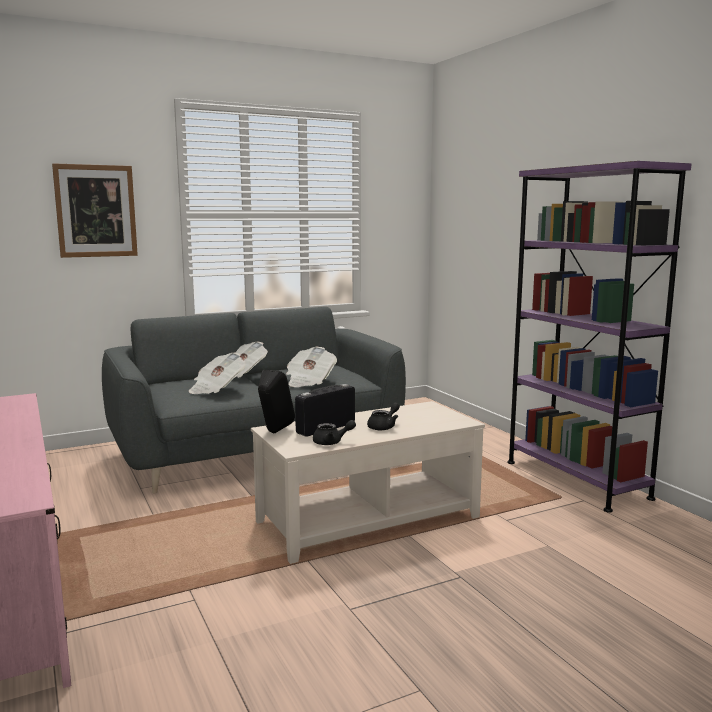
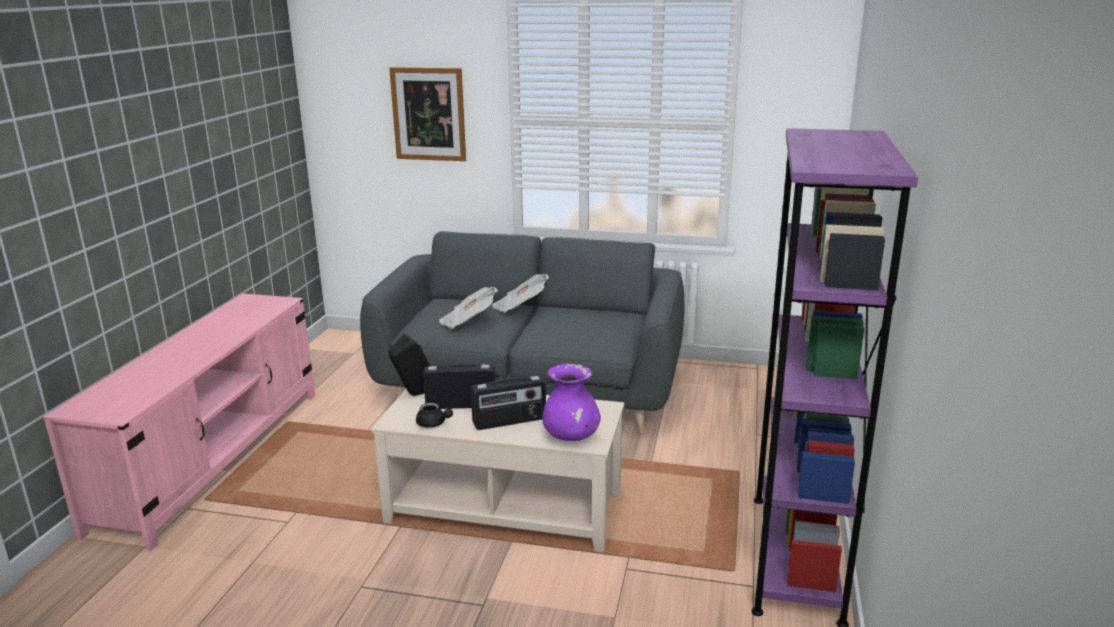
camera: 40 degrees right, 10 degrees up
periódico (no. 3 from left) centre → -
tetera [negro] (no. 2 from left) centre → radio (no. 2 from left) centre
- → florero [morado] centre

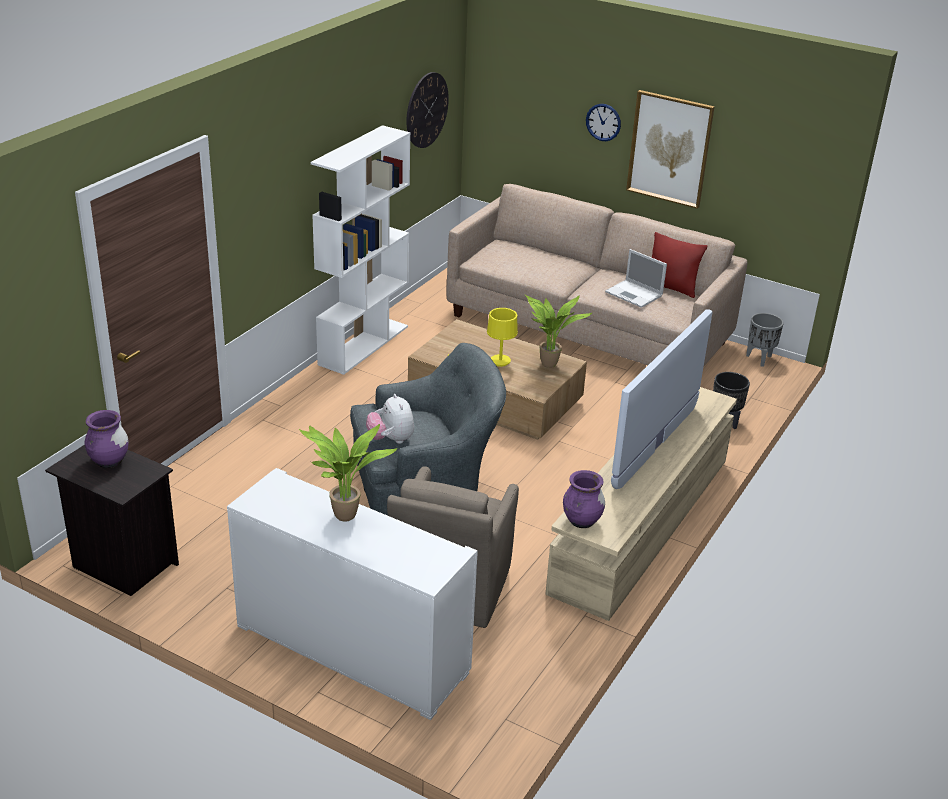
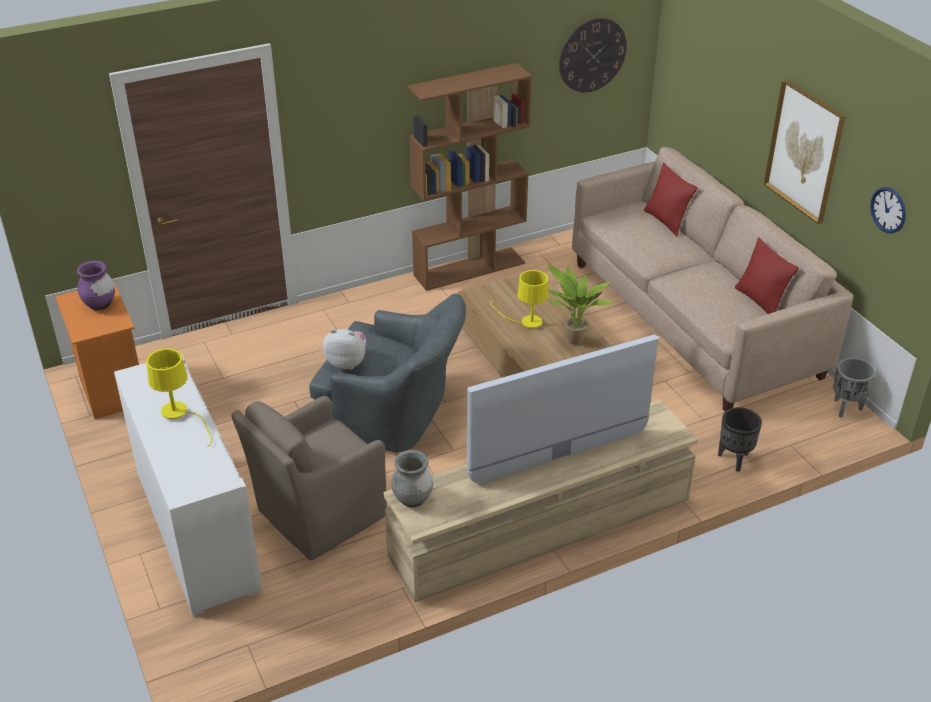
camera: 35 degrees right, 5 degrees up
mesita de noche [negro] middle left → mesita de noche [naranja] middle left
planta en maceta (no. 1 from left) centre → lámpara de mesa [amarillo] (no. 1 from left) middle left
estantería [blanco] top centre → estantería [marrón] top centre
peluche centre, 90 degrees clockwise
florero [morado] (no. 2 from left) centre → florero [gris] bottom centre
reloj de pared (no. 2 from left) top centre → reloj de pared (no. 2 from left) top right, relocated
portátil middle right → -
- → cojín [rojo] (no. 1 from left) top right

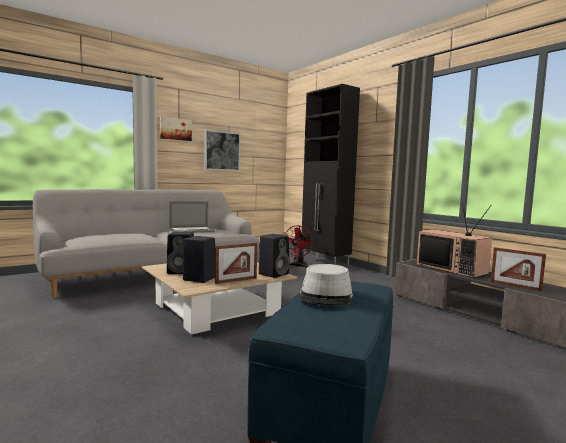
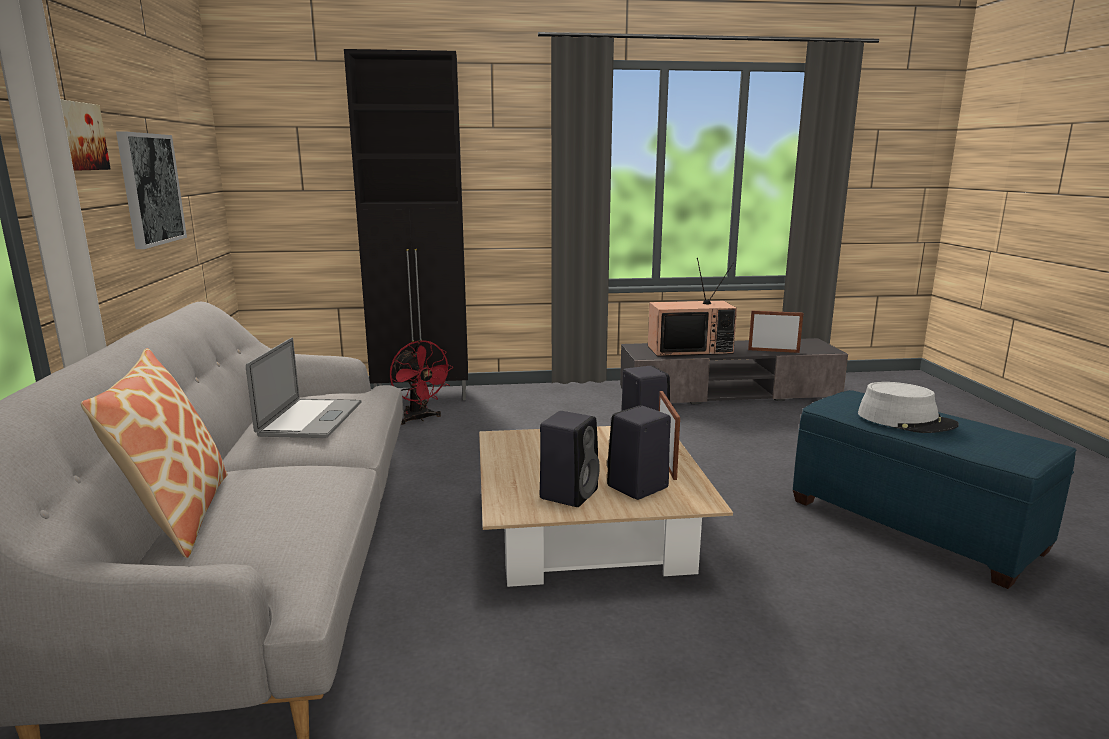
camera: 60 degrees left, 10 degrees up
portarretratos (no. 2 from left) middle right, 150 degrees counterclockwise
- → cojín middle left

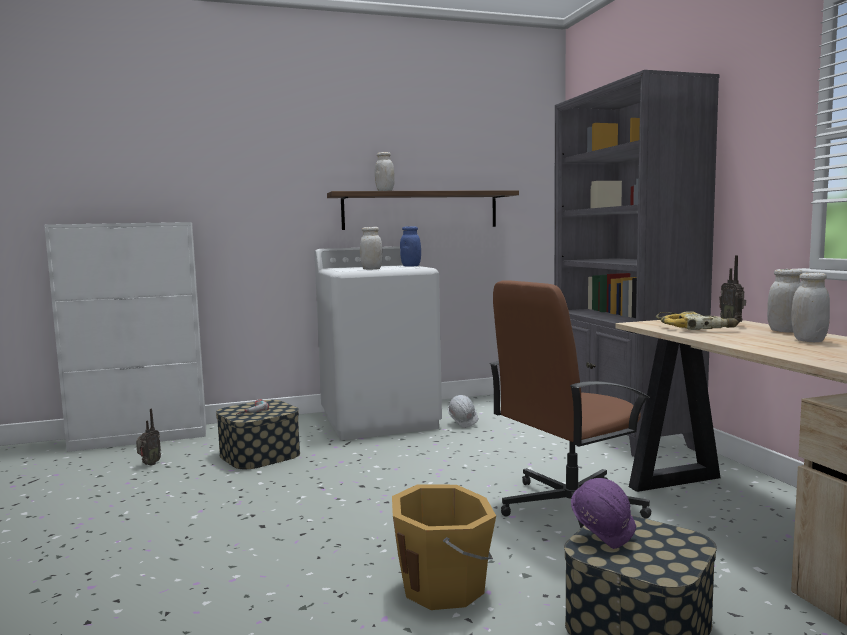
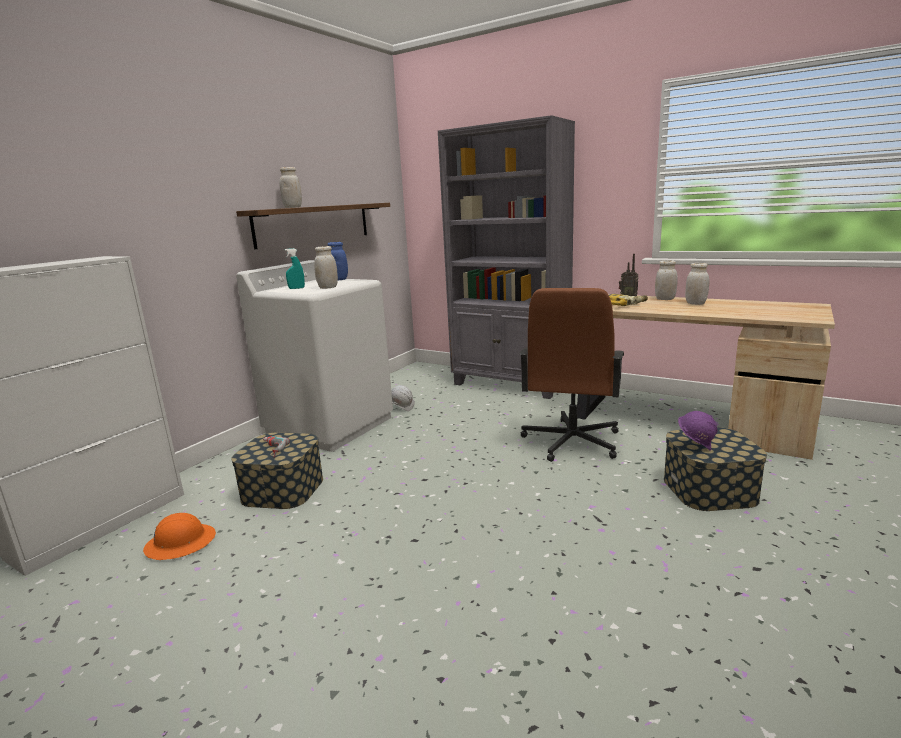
camera: 40 degrees left, 10 degrees up
radio (no. 1 from left) bottom left → casco [naranja] bottom left
cubo [naranja] bottom centre → -
- → pulverizador [turquesa] middle left

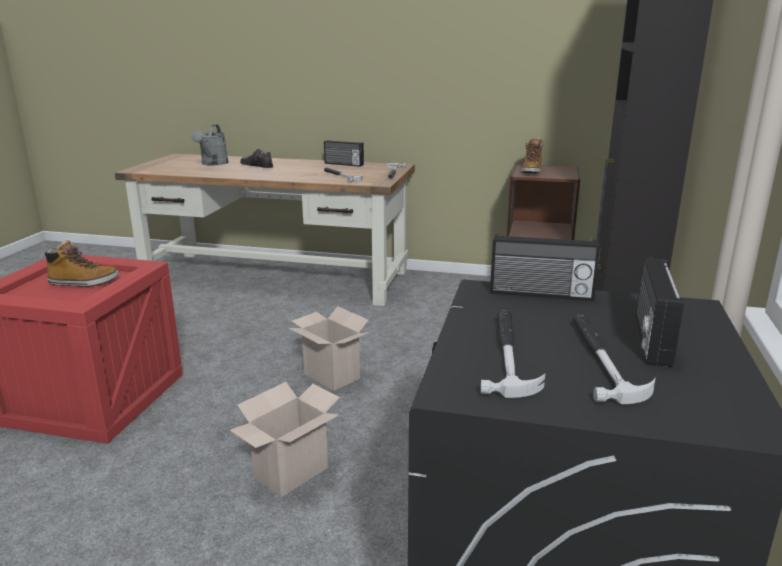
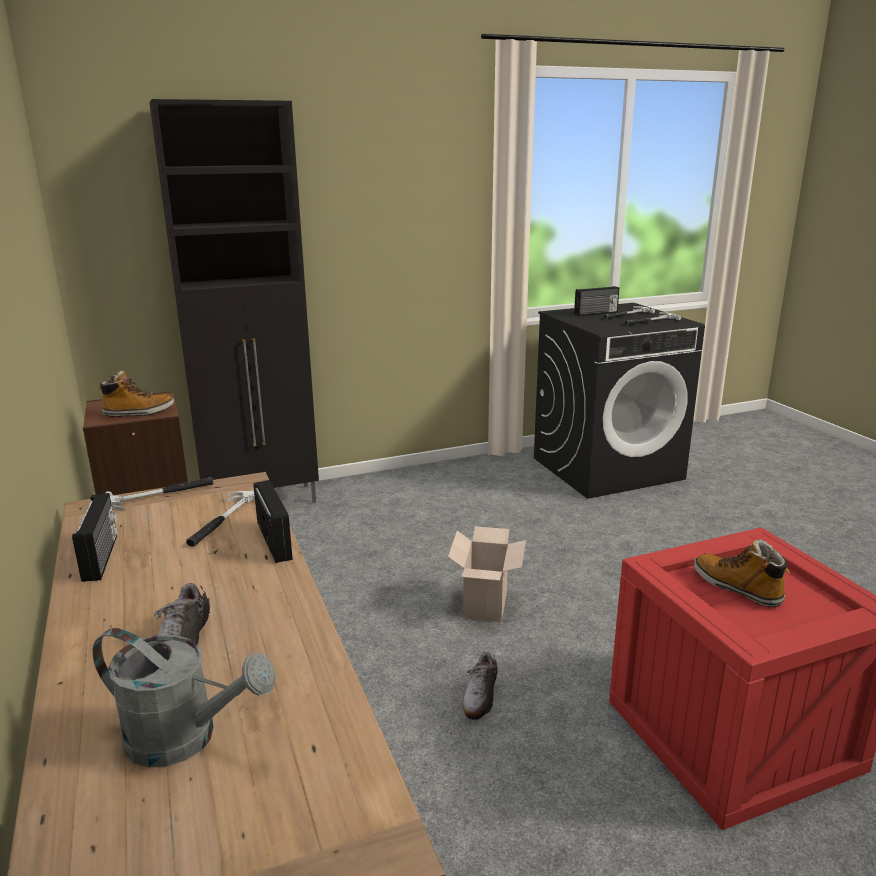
camera: 125 degrees left, 0 degrees up
regadera [gris] top left → regadera [gris] bottom left, 45 degrees clockwise
caja de cartón (no. 1 from left) bottom centre → -
radio (no. 2 from left) middle right → radio (no. 2 from left) middle left, relocated
- → zapato (no. 2 from left) bottom centre

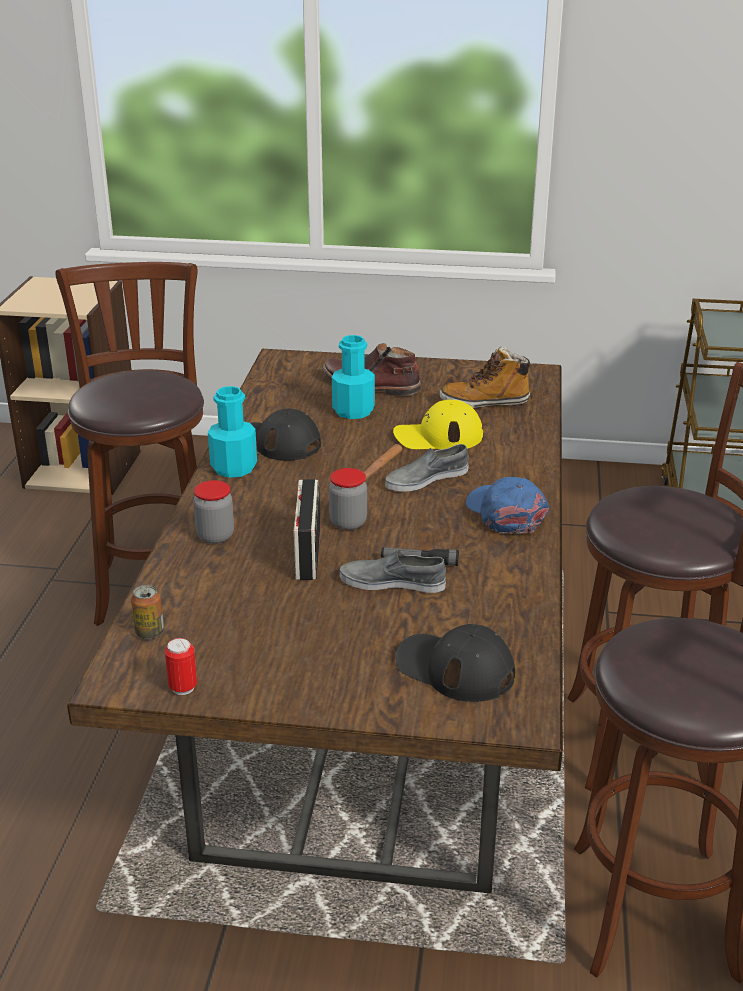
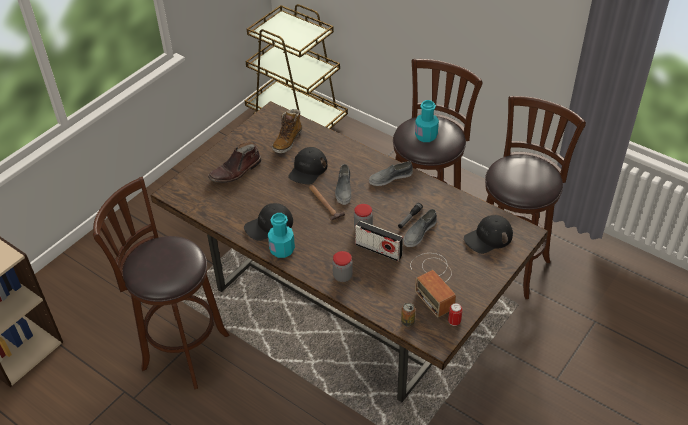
camera: 60 degrees left, 15 degrees up
botella [turquesa] (no. 2 from left) centre → botella [turquesa] (no. 2 from left) top centre, relocated
gorra [amarillo] centre → gorra [negro] (no. 2 from left) centre
gorra [azul] middle right → zapato [gris] (no. 2 from left) centre
- → radio (no. 2 from left) bottom centre

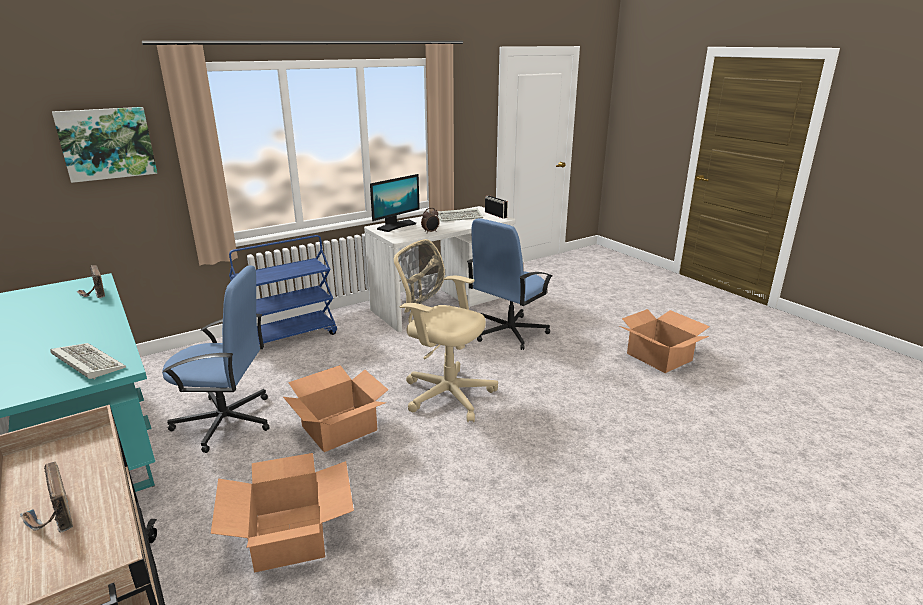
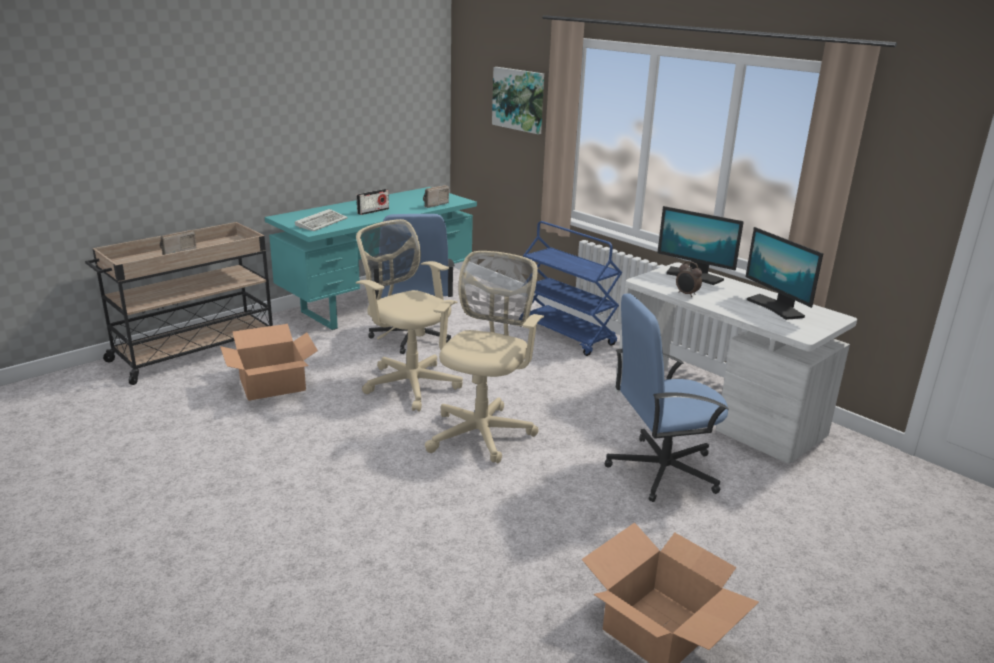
camera: 80 degrees right, 0 degrees up
caja de cartón (no. 2 from left) bottom centre → silla de oficina [beis] (no. 1 from left) centre
teclado (no. 2 from left) centre → monitor (no. 2 from left) middle right
silla de oficina [azul] (no. 2 from left) centre → silla de oficina [azul] (no. 2 from left) middle right, 45 degrees counterclockwise
radio (no. 3 from left in the first image) centre → radio (no. 2 from left) top centre, relocated

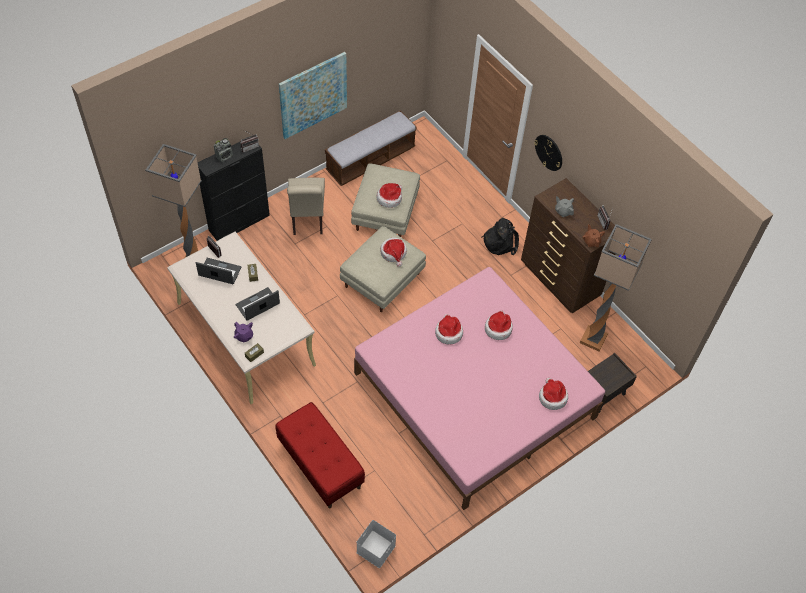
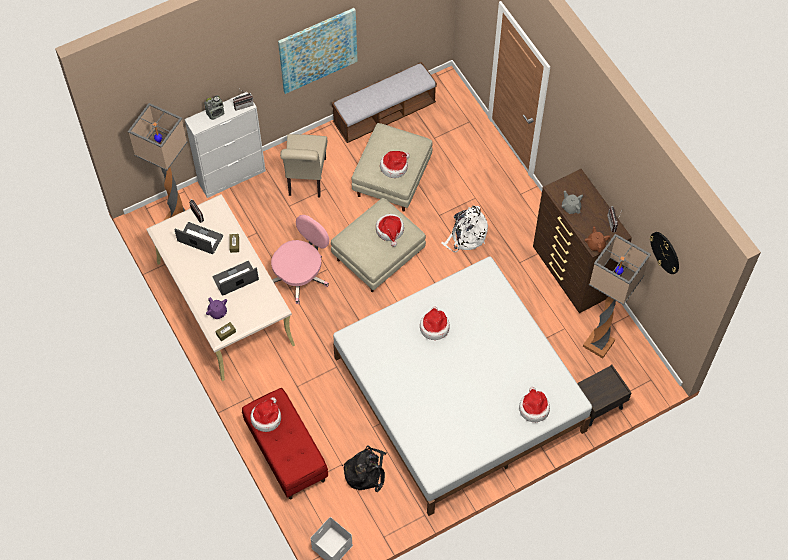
camera: 10 degrees right, 5 degrees up
armario [negro] top left → armario [blanco] top left
cama [rosa] centre → cama [blanco] bottom centre
mochila [negro] centre → mochila [negro] bottom centre, relocated
sombrero (no. 4 from left in the first image) centre → sombrero (no. 1 from left) bottom centre, relocated
reloj de pared top right → reloj de pared middle right, relocated
- → silla de oficina [rosa] centre
- → mochila [blanco] centre

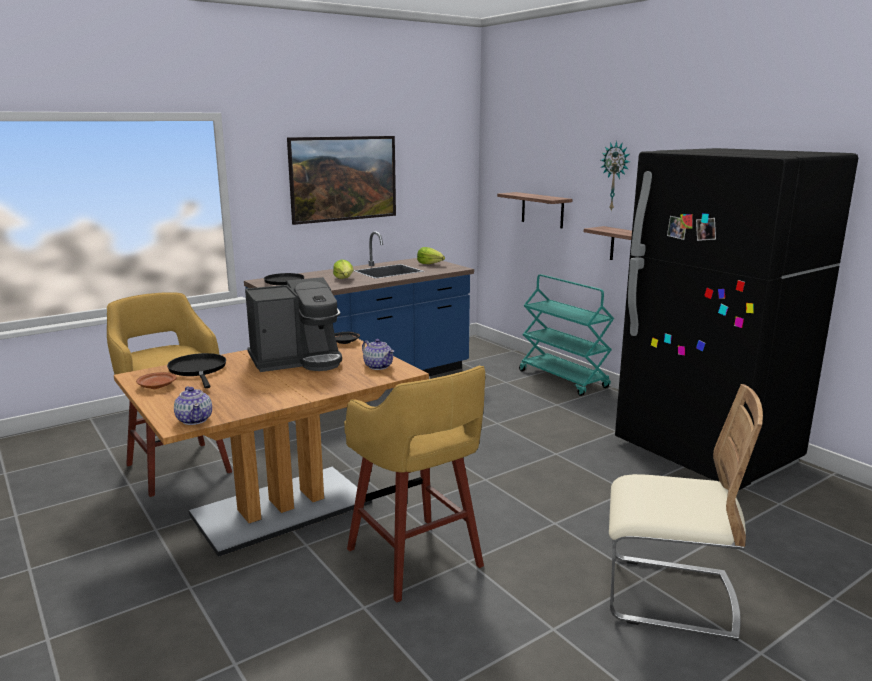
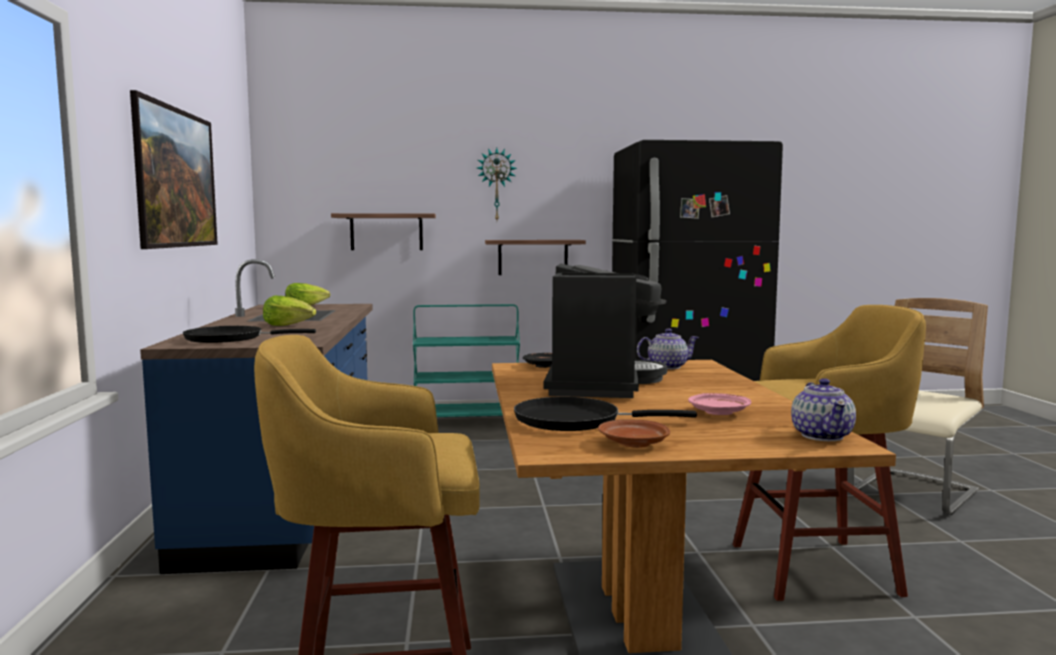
camera: 60 degrees left, 10 degrees down
tetera (no. 1 from left in the first image) middle left → tetera (no. 2 from left) middle right, 90 degrees clockwise
- → plato [rosa] middle right

